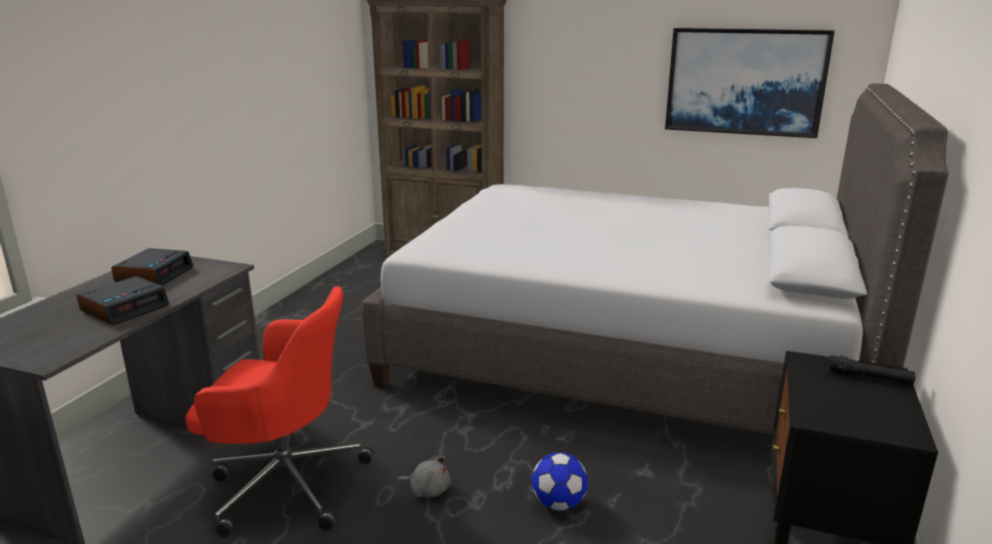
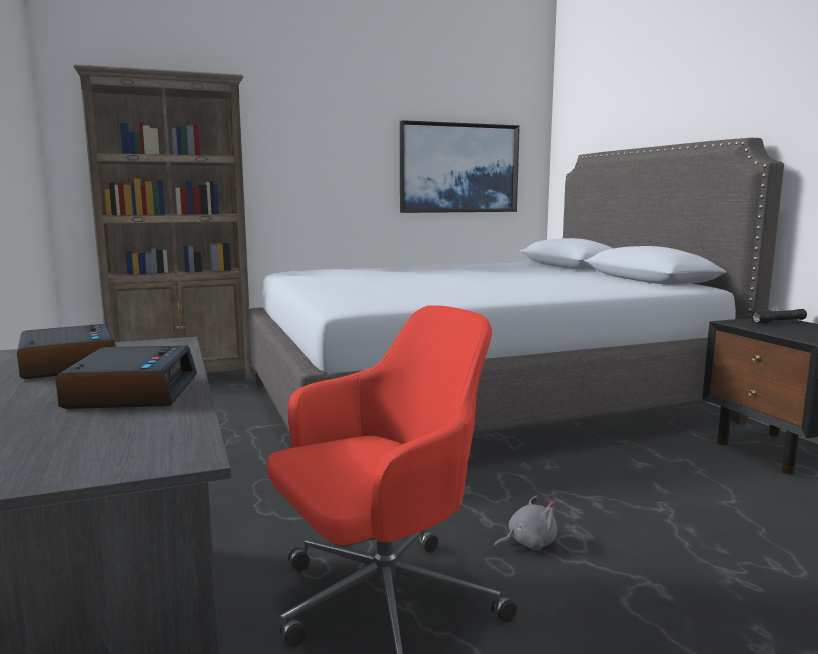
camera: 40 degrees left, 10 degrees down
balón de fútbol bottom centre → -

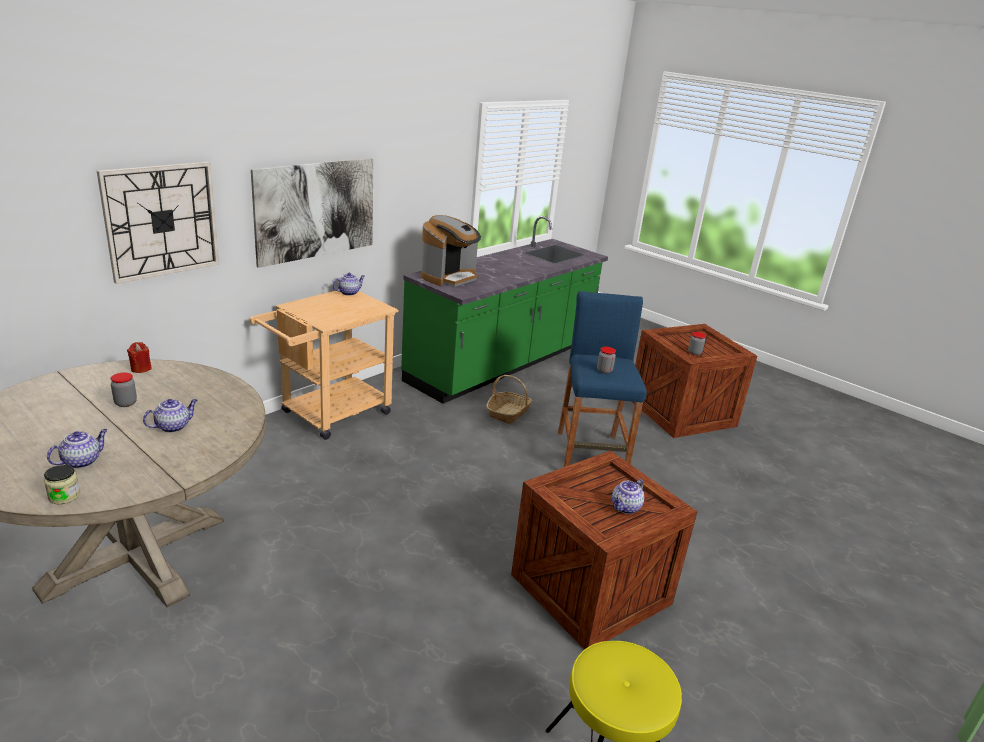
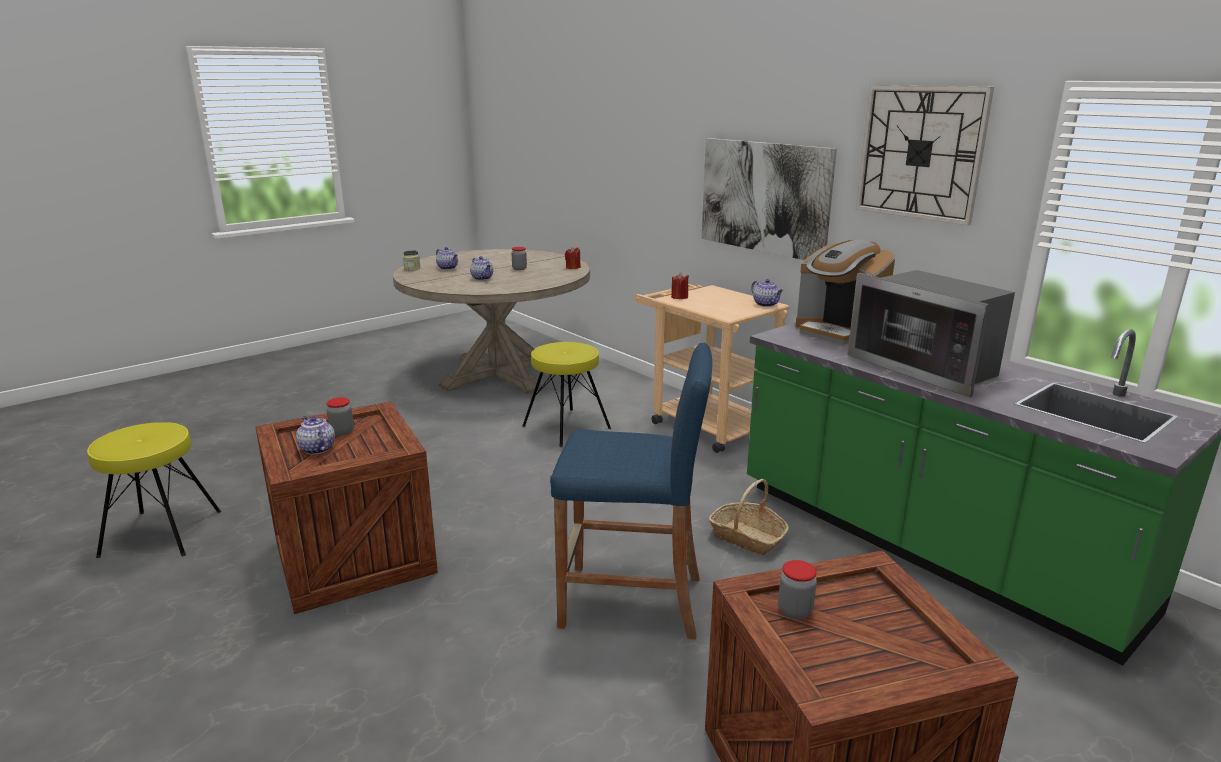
camera: 100 degrees right, 5 degrees down
reloj de pared top left → reloj de pared top right, relocated
tarro (no. 3 from left in the first image) centre → tarro (no. 1 from left) middle left, relocated
- → taburete [amarillo] (no. 2 from left) centre
- → vela [rojo] (no. 2 from left) centre
- → microondas middle right

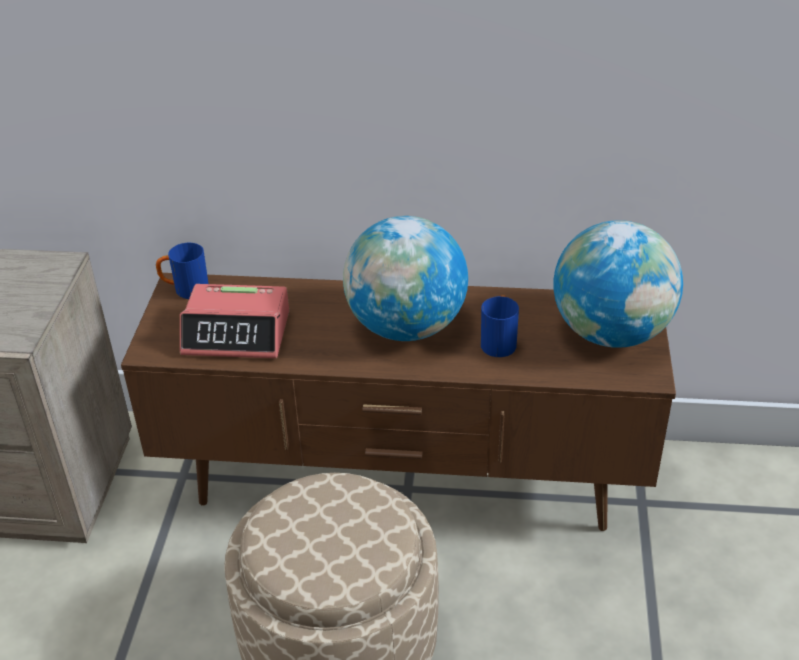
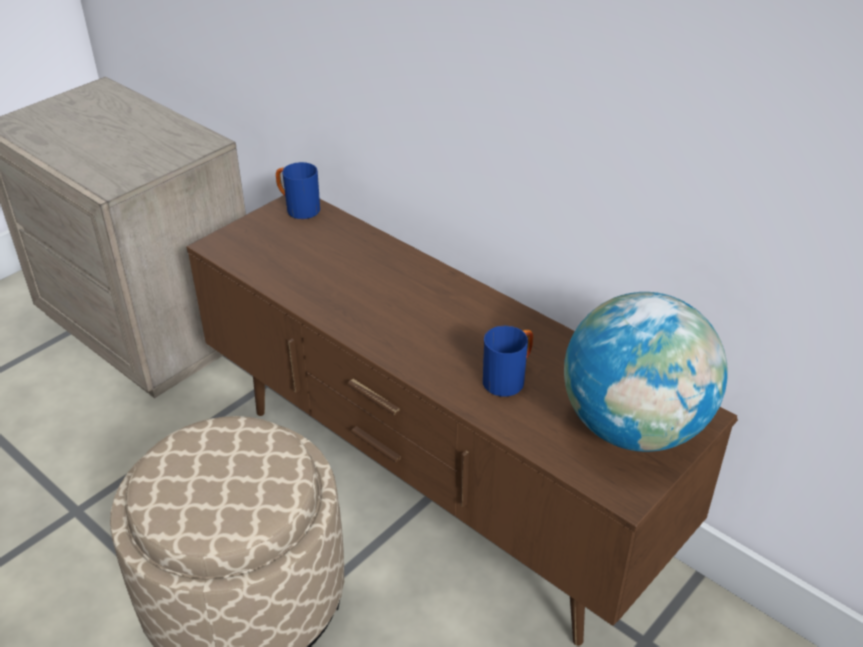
camera: 35 degrees right, 0 degrees up
despertador middle left → -
globo terráqueo (no. 1 from left) centre → -

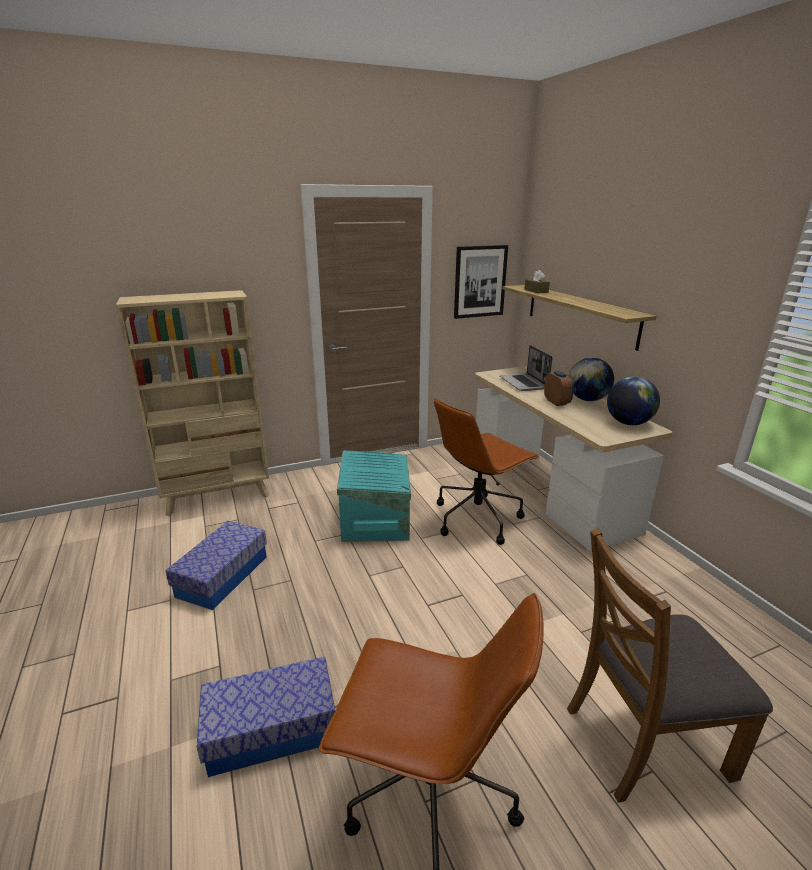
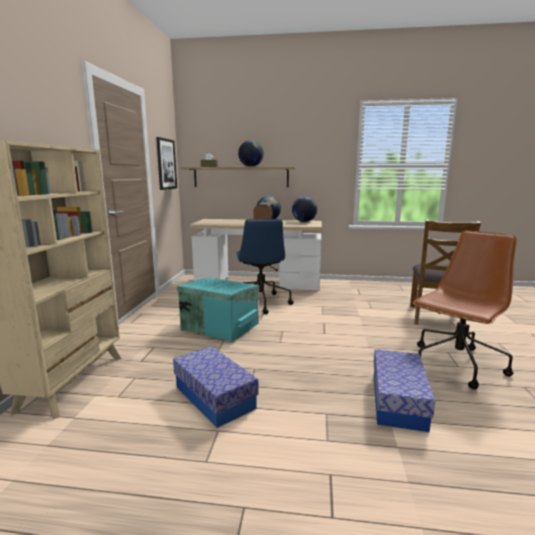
camera: 60 degrees left, 10 degrees down
silla de oficina [marrón] (no. 2 from left) centre → silla de oficina [azul] centre
portátil centre → -
- → globo terráqueo (no. 1 from left) top centre

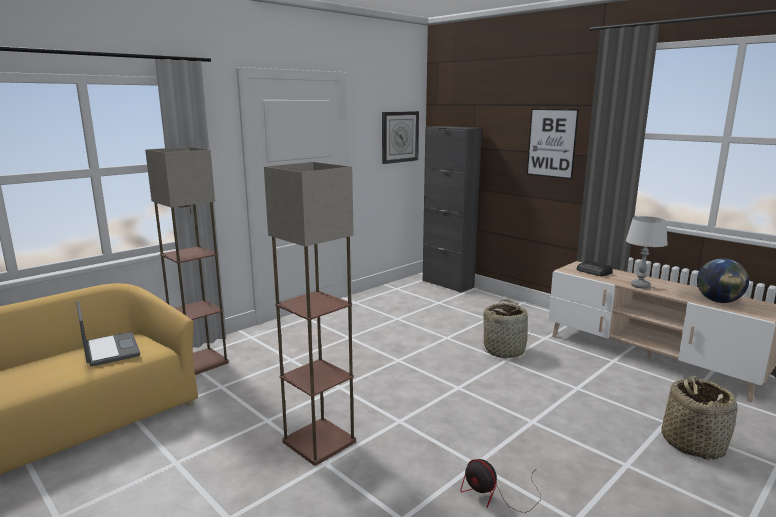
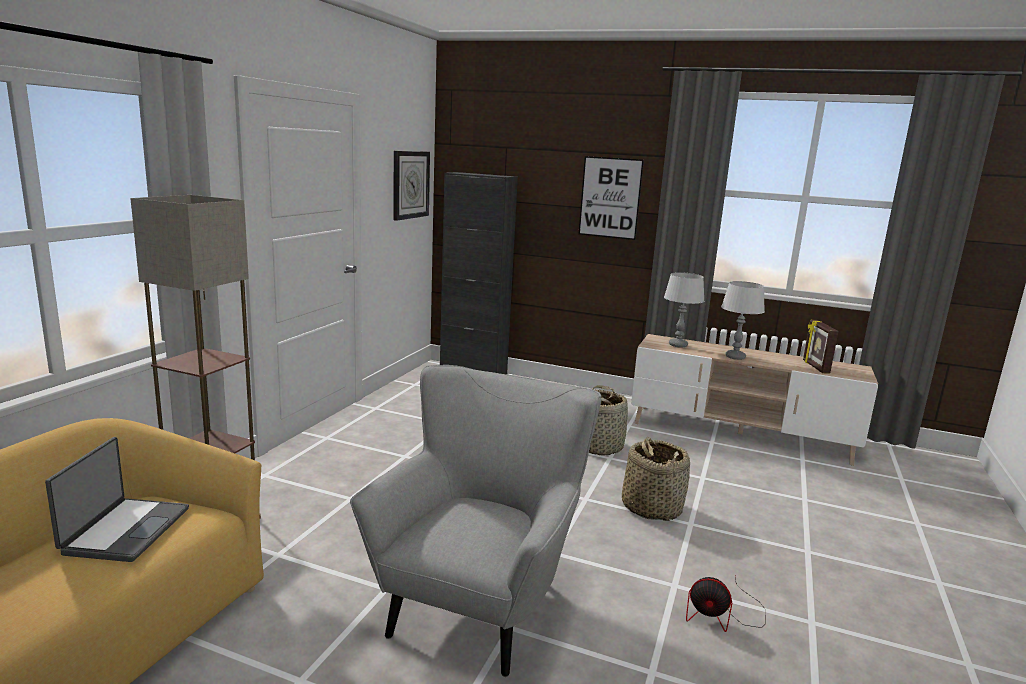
camera: 25 degrees left, 0 degrees up
portátil middle left → portátil bottom left, 60 degrees clockwise
lámpara de pie (no. 2 from left) centre → sillón [gris] bottom centre
radio middle right → lámpara de mesa [gris] (no. 1 from left) middle right
cesta (no. 2 from left) bottom right → cesta (no. 2 from left) bottom centre, relocated
globo terráqueo middle right → portarretratos middle right

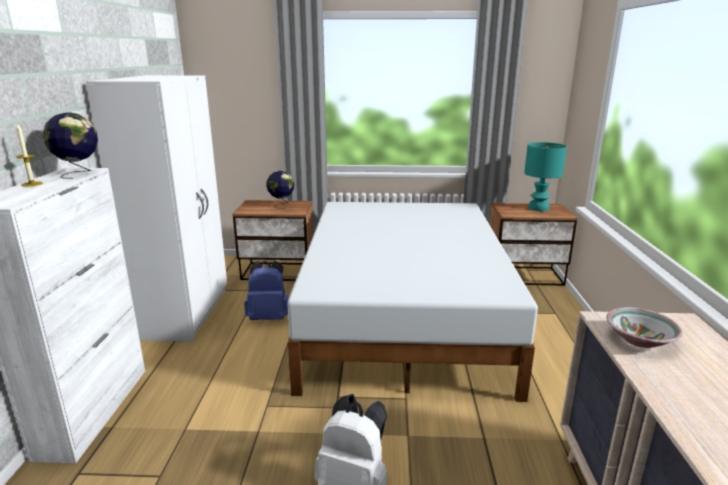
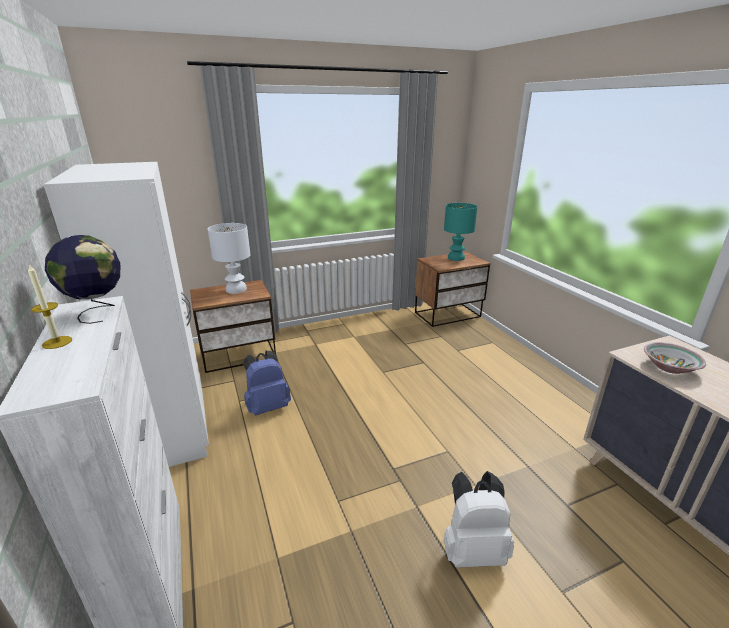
camera: 25 degrees left, 5 degrees up
globo terráqueo (no. 2 from left) centre → lámpara de mesa [blanco] middle left
cama [blanco] centre → -

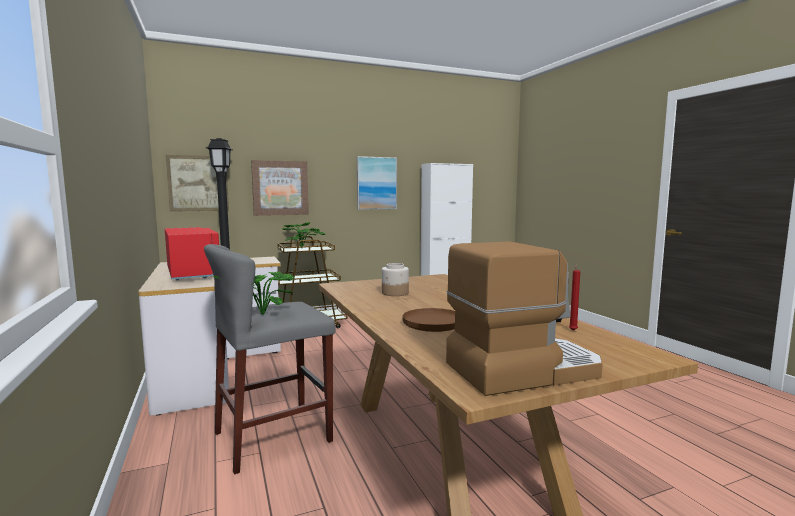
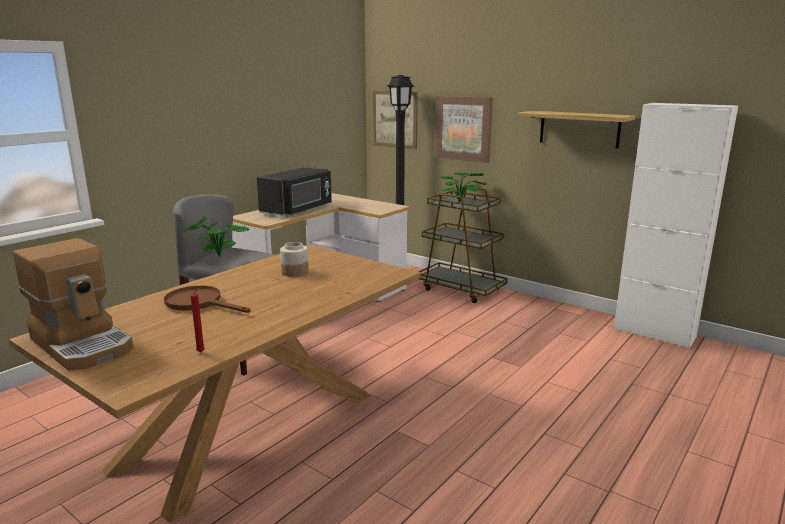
camera: 60 degrees right, 10 degrees up
microondas [rojo] middle left → microondas [negro] centre
cuadro (no. 3 from left) centre → estante top right

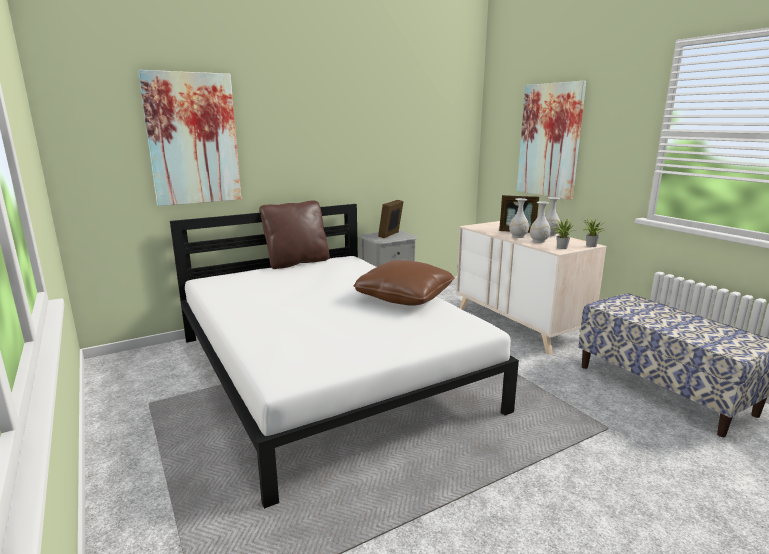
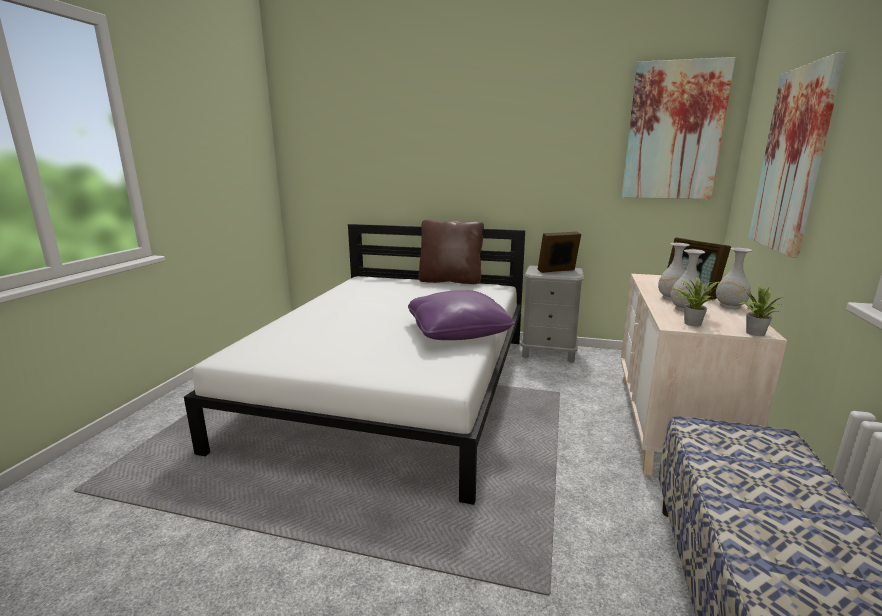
camera: 45 degrees right, 0 degrees up
cuadro (no. 1 from left) top left → cuadro (no. 1 from left) top right, relocated
cojín [marrón] (no. 2 from left) centre → cojín [morado] centre

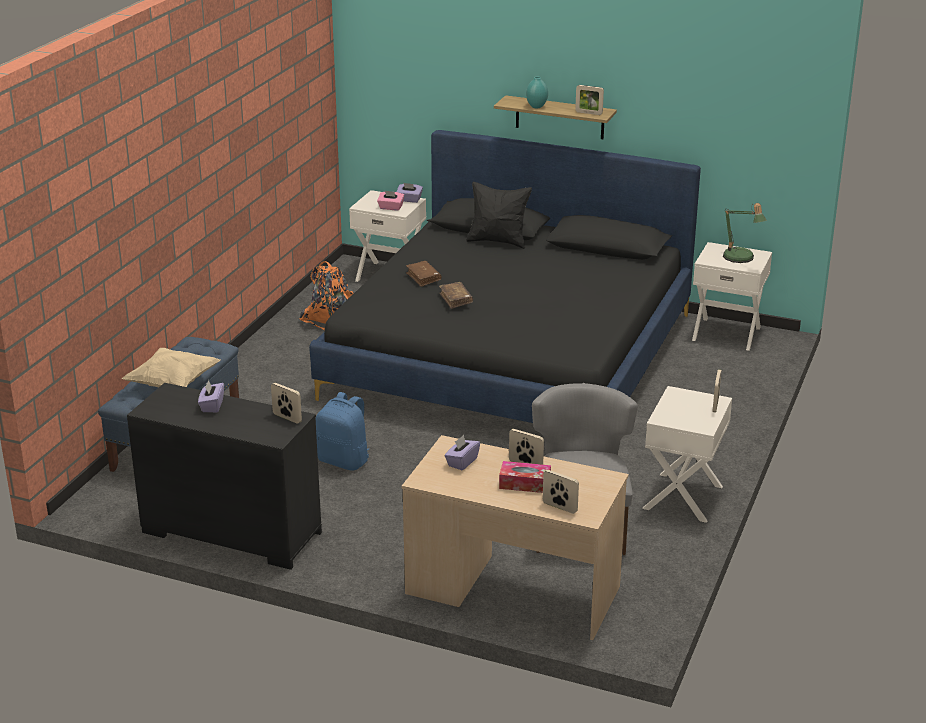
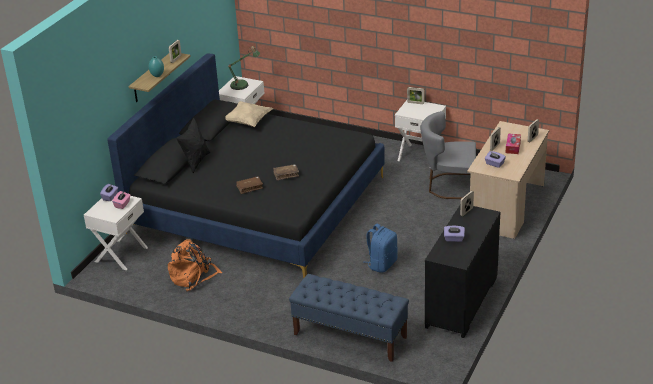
camera: 85 degrees left, 5 degrees up
cojín [beis] middle left → cojín [beis] top centre, relocated

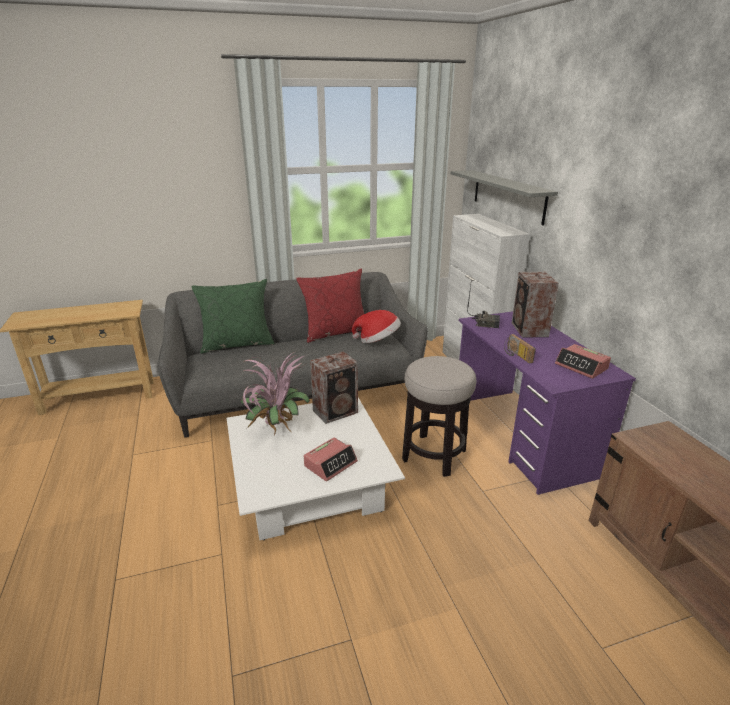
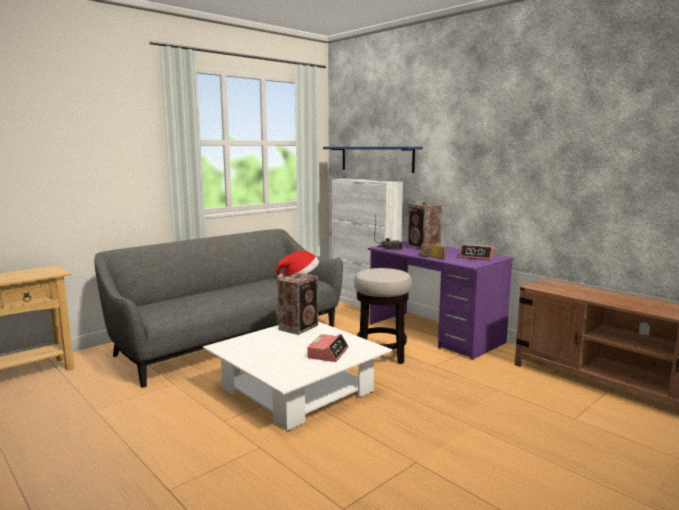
camera: 25 degrees left, 15 degrees down
cojín [verde] middle left → -
planta en maceta centre → -
cojín [rojo] centre → -
estante [gris] top right → estante [azul] top centre

